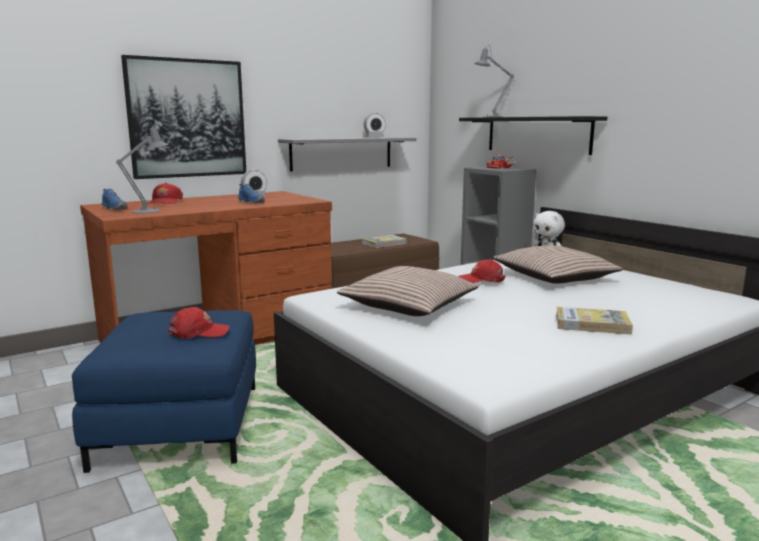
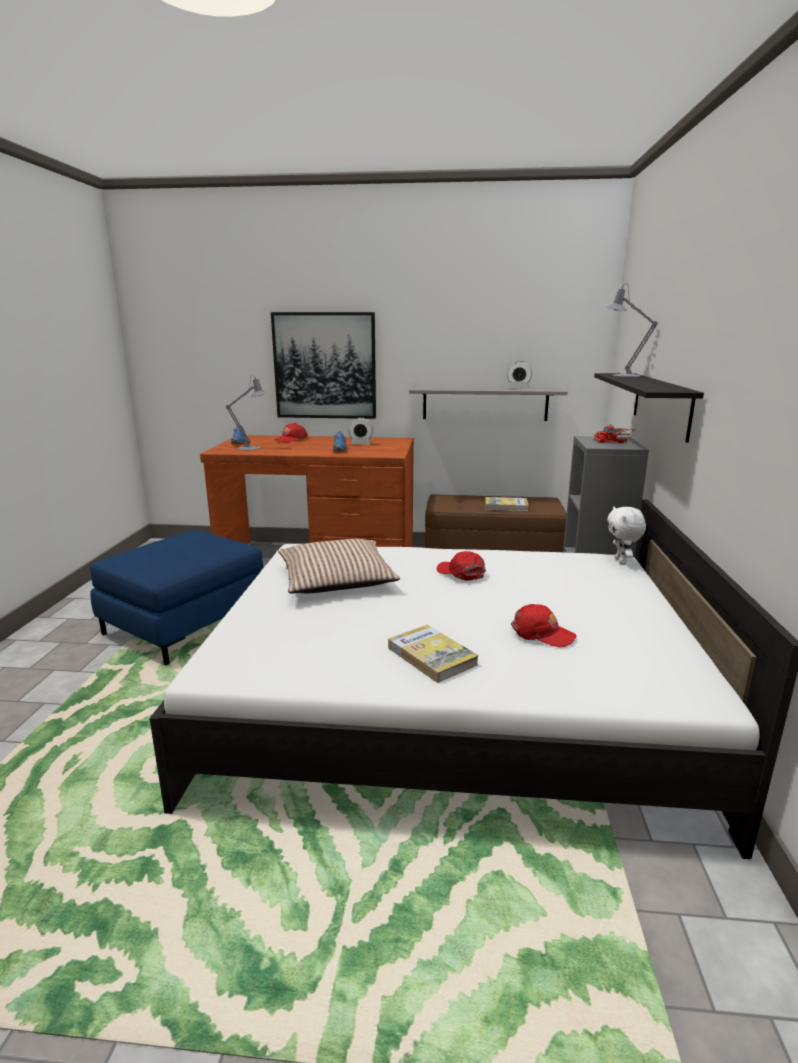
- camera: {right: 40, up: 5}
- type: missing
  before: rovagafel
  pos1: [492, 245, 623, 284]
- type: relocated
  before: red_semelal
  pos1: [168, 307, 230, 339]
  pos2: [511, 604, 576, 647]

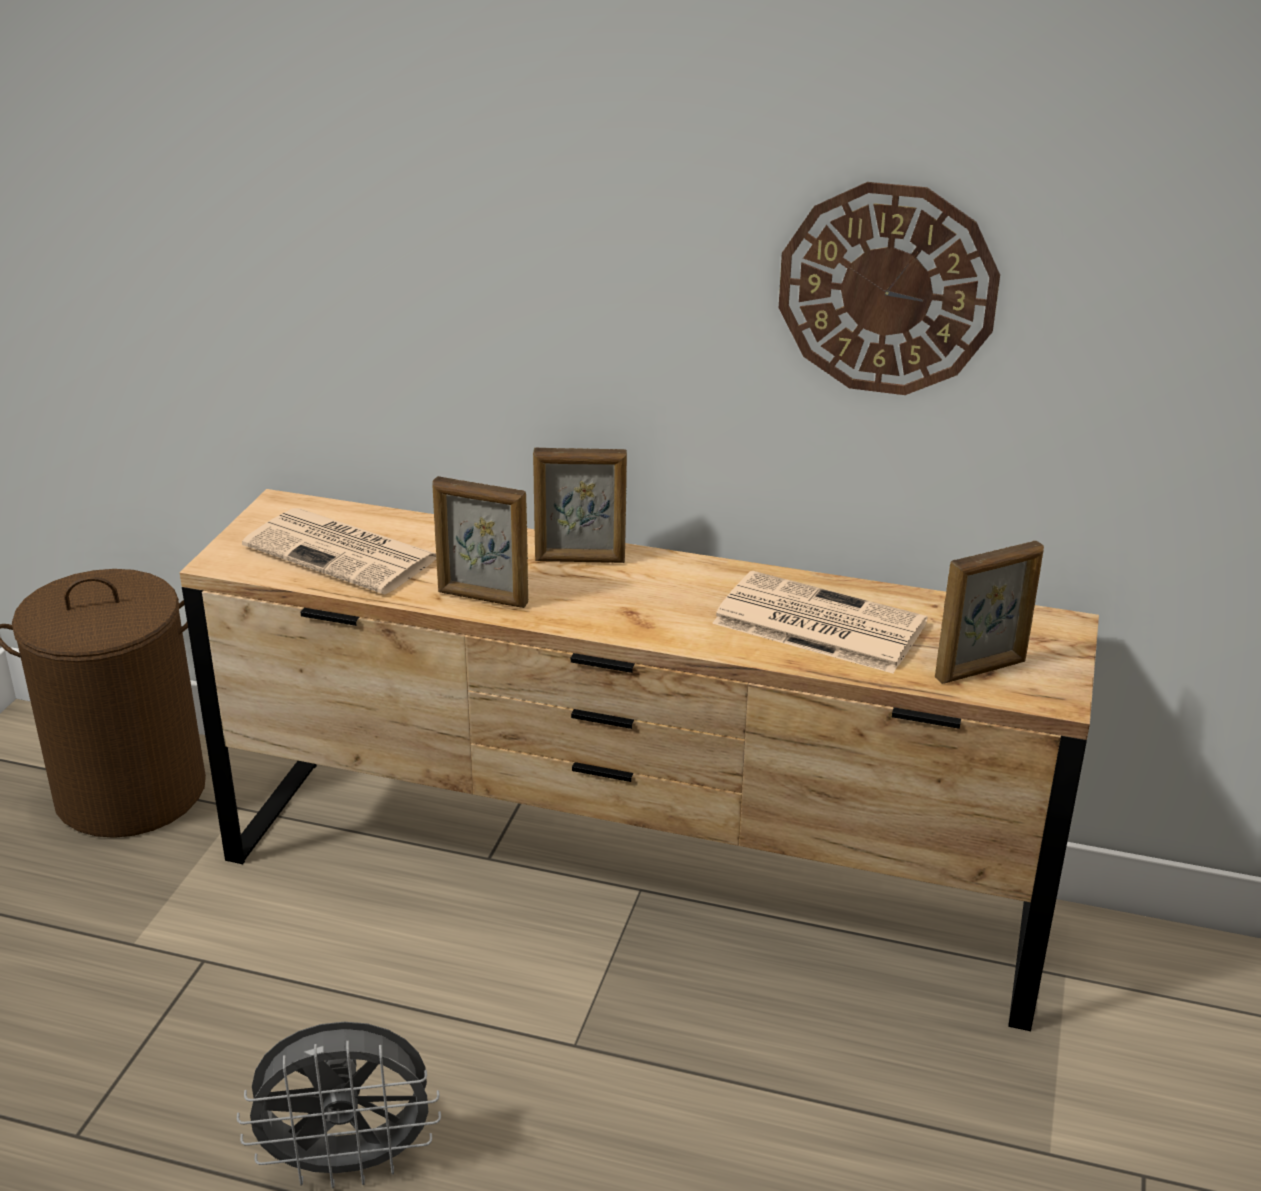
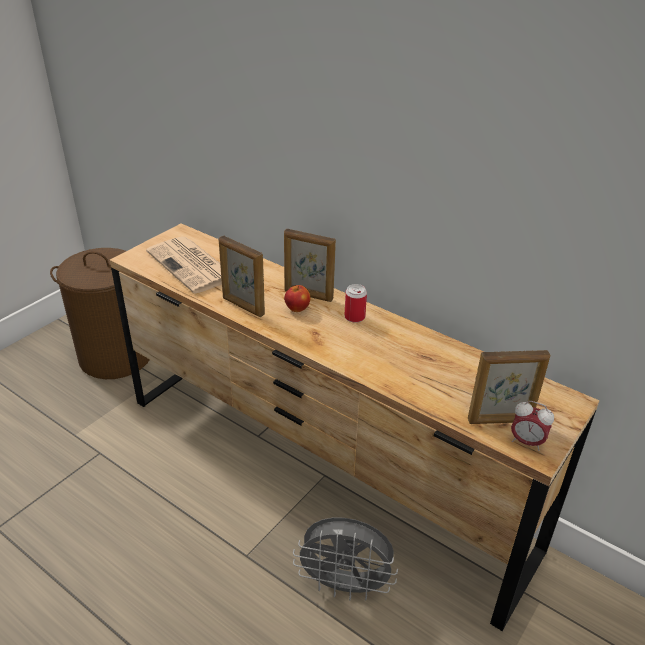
- camera: {right: 20, up: 5}
- type: missing
  before: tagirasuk
  pos1: [712, 571, 928, 674]
- type: missing
  before: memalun
  pos1: [779, 182, 1000, 395]
- type: appeared
  after: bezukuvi
  pos2: [284, 285, 310, 312]
- type: appeared
  after: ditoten
  pos2: [344, 284, 367, 323]
- type: appeared
  after: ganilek
  pos2: [511, 401, 554, 451]
- type: relocated
  before: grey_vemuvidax
  pos1: [237, 1022, 441, 1189]
  pos2: [293, 518, 398, 600]

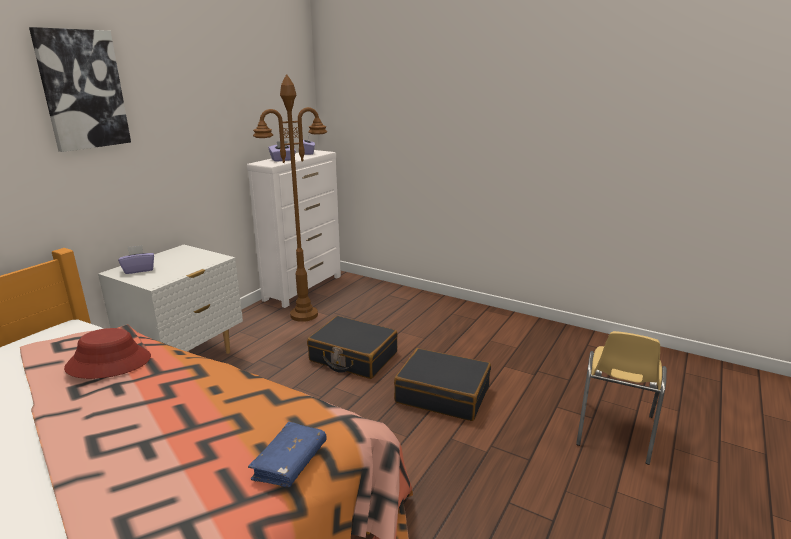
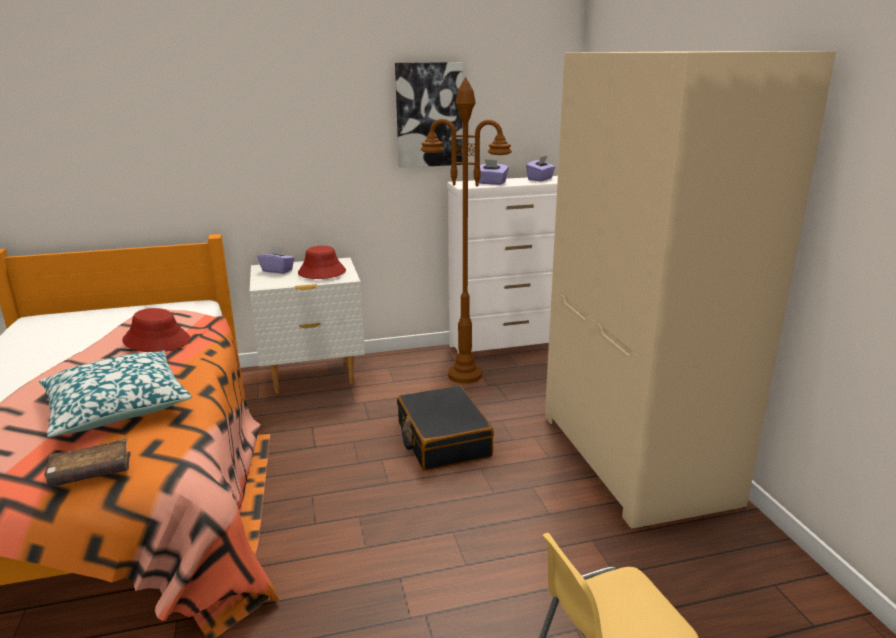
- camera: {right: 45, up: 0}
- type: missing
  before: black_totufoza
  pos1: [394, 348, 491, 421]
- type: appeared
  after: rovagafel
  pos2: [39, 351, 192, 437]
- type: appeared
  after: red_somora
  pos2: [298, 246, 346, 279]
- type: appeared
  after: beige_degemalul
  pos2: [545, 51, 836, 529]
- type: relocated
  before: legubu
  pos1: [29, 27, 131, 152]
  pos2: [395, 62, 463, 168]
- type: colour
  before: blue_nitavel
  after: brown_nitavel
  pos1: [248, 422, 327, 487]
  pos2: [44, 438, 131, 488]

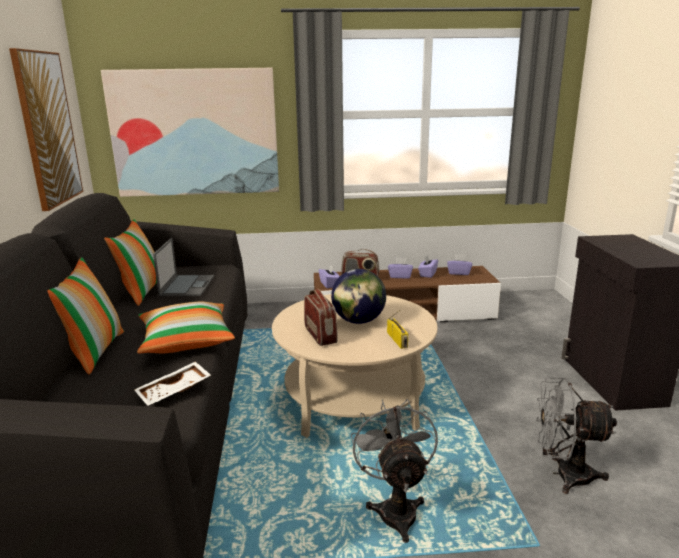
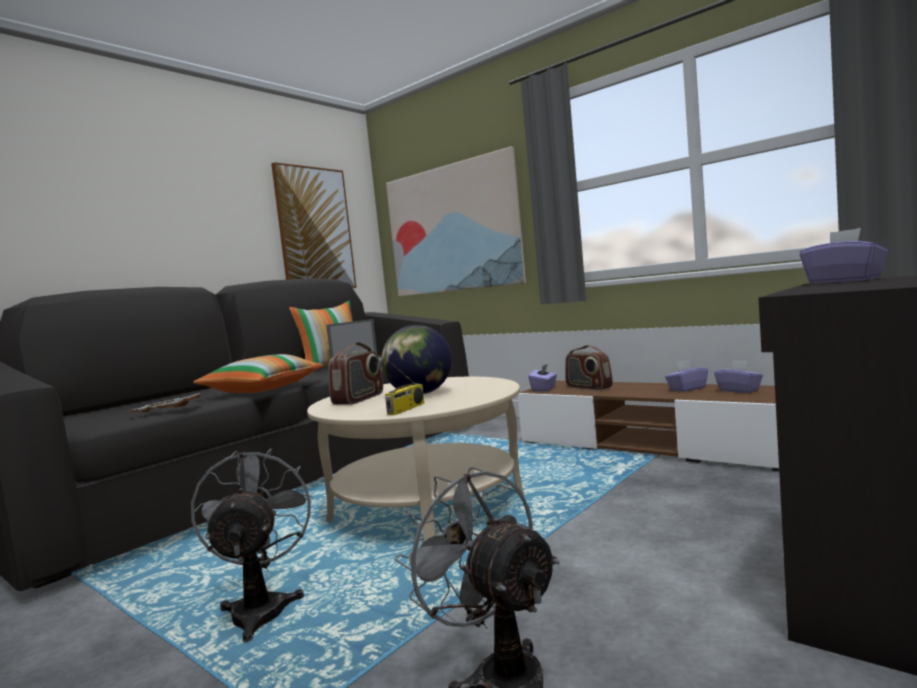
- camera: {right: 45, up: -15}
- type: missing
  before: rovagafel
  pos1: [47, 257, 124, 375]
- type: relocated
  before: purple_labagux
  pos1: [388, 257, 413, 279]
  pos2: [800, 228, 888, 284]
- type: spun
  before: grey_vemuvidax
  pos1: [351, 399, 438, 543]
  pos2: [191, 449, 313, 643]
  turn: -45

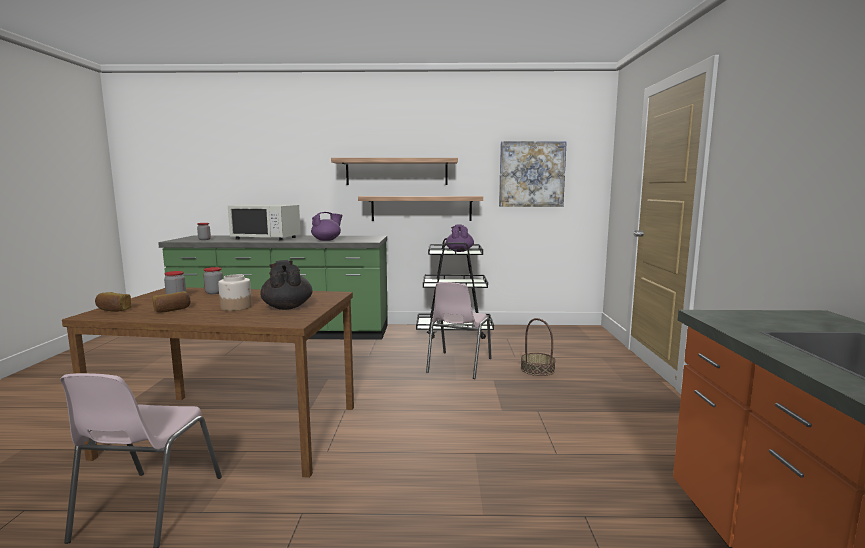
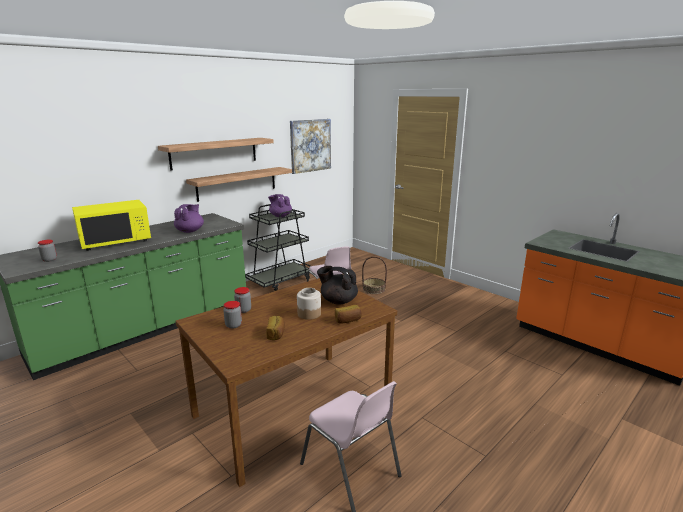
- camera: {right: -45, up: 10}
- type: relocated
  before: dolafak
  pos1: [95, 292, 131, 312]
  pos2: [335, 305, 362, 324]
- type: colour
  before: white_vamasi
  after: yellow_vamasi
  pos1: [228, 205, 301, 241]
  pos2: [72, 200, 151, 251]

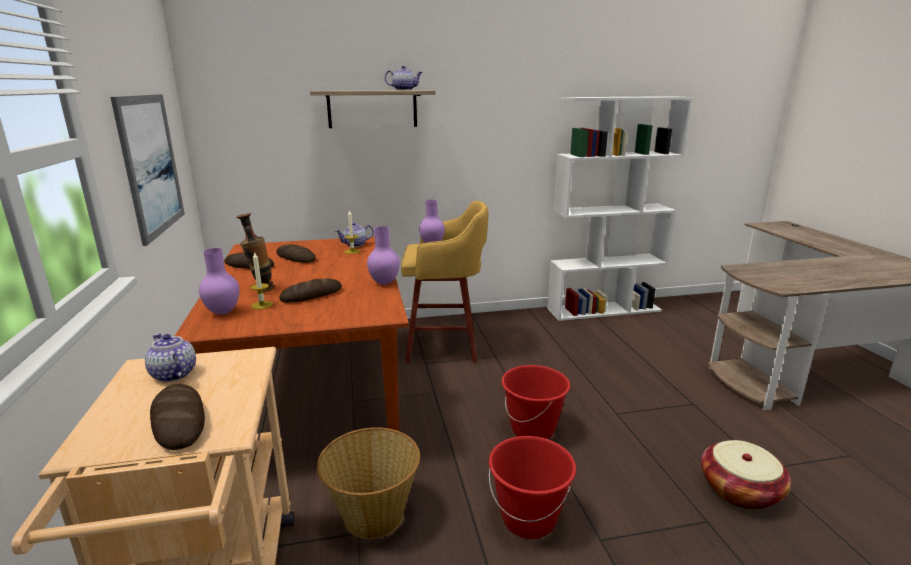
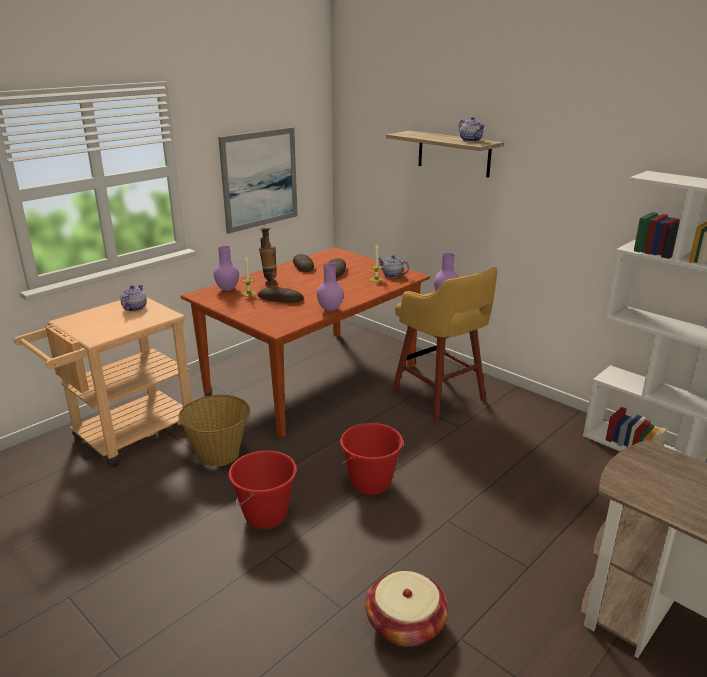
- camera: {right: 55, up: 5}
- type: missing
  before: dolafak
  pos1: [150, 384, 205, 450]

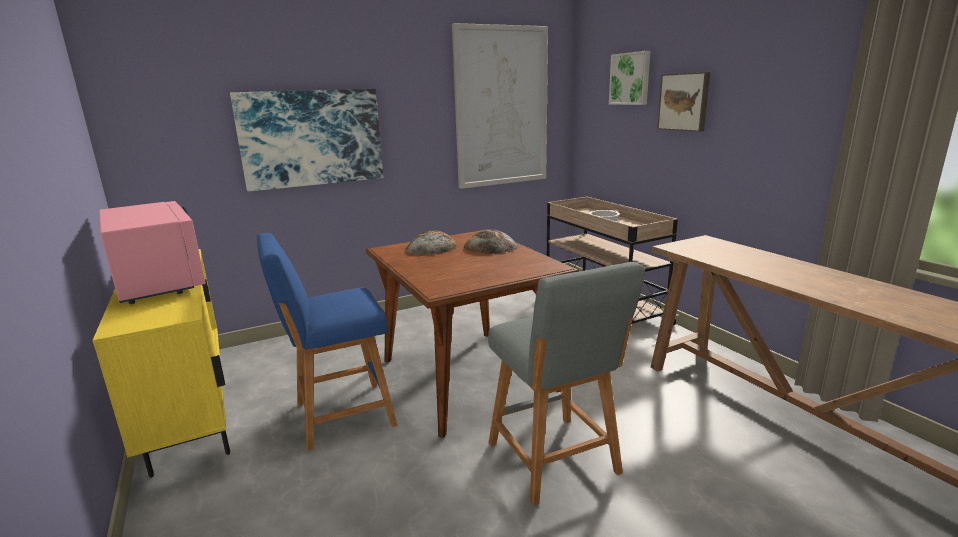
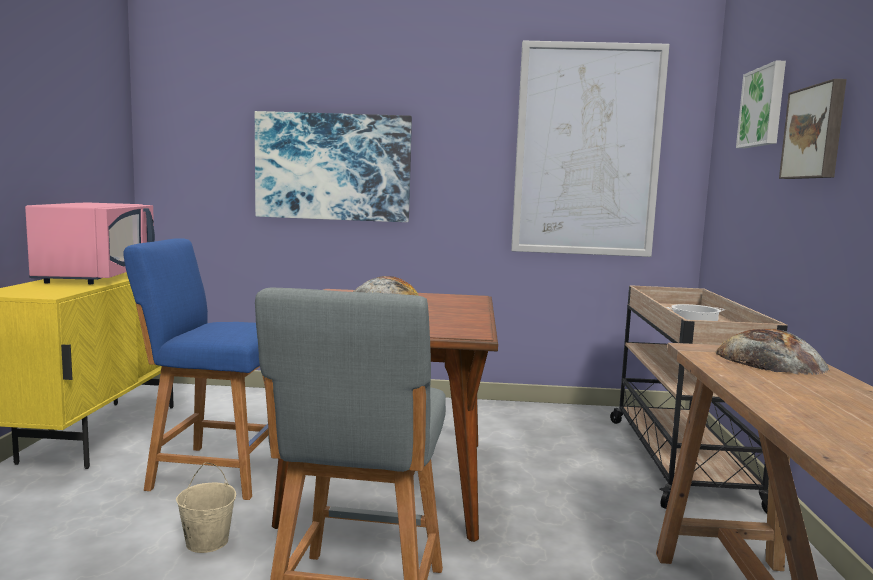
- camera: {right: 30, up: -10}
- type: appeared
  after: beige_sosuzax
  pos2: [176, 462, 236, 553]
- type: relocated
  before: dolafak
  pos1: [464, 229, 518, 254]
  pos2: [716, 329, 829, 375]

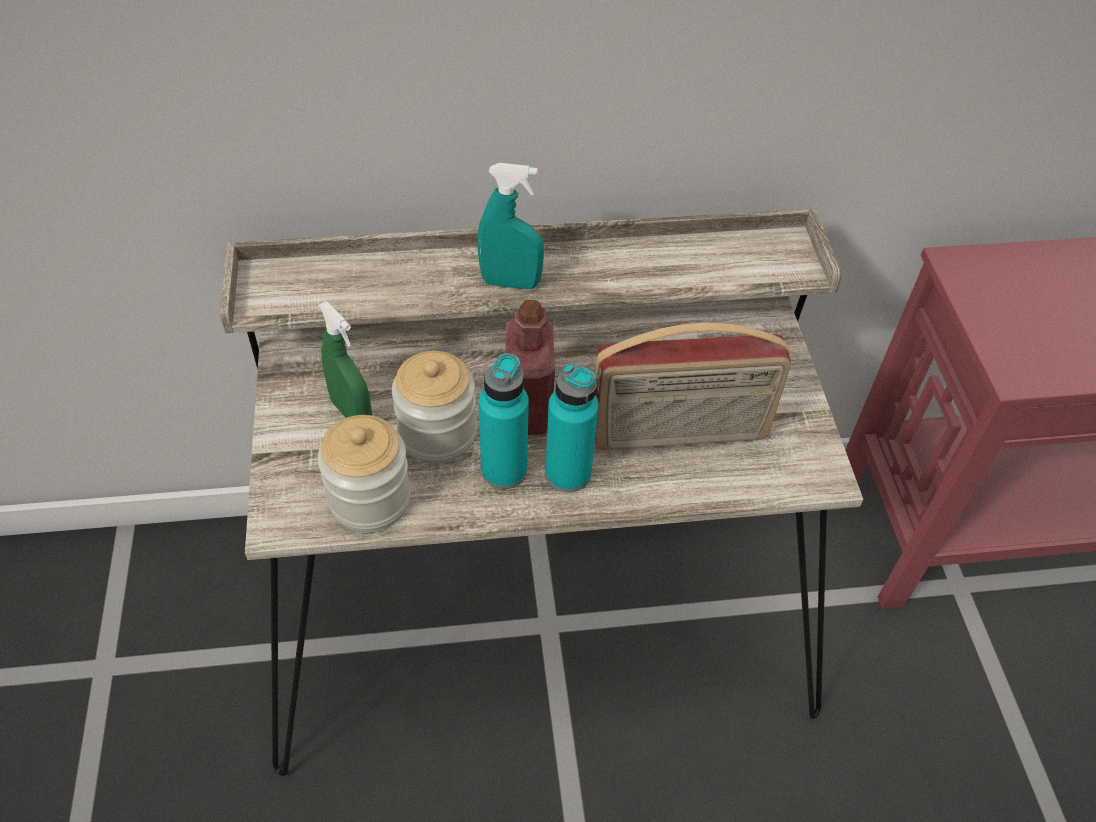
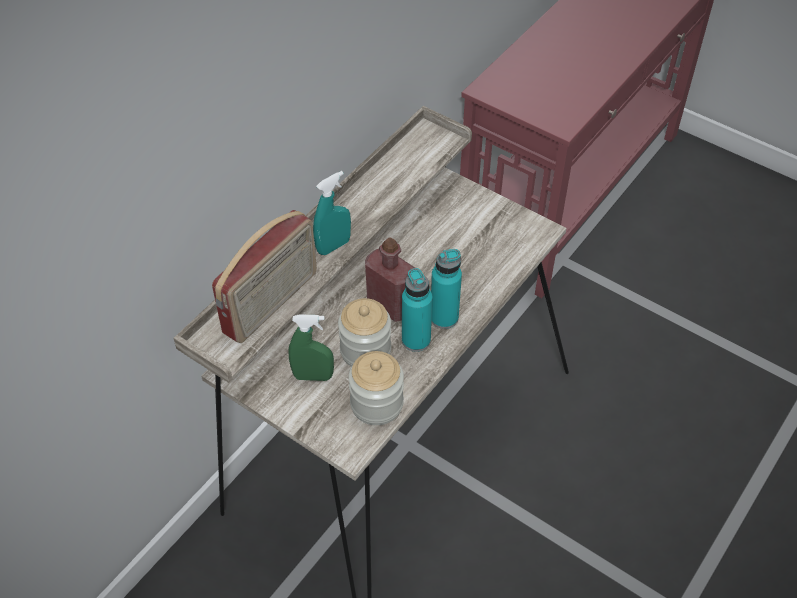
- camera: {right: -45, up: 0}
- type: relocated
  before: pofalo
  pos1: [594, 323, 791, 450]
  pos2: [212, 210, 317, 343]

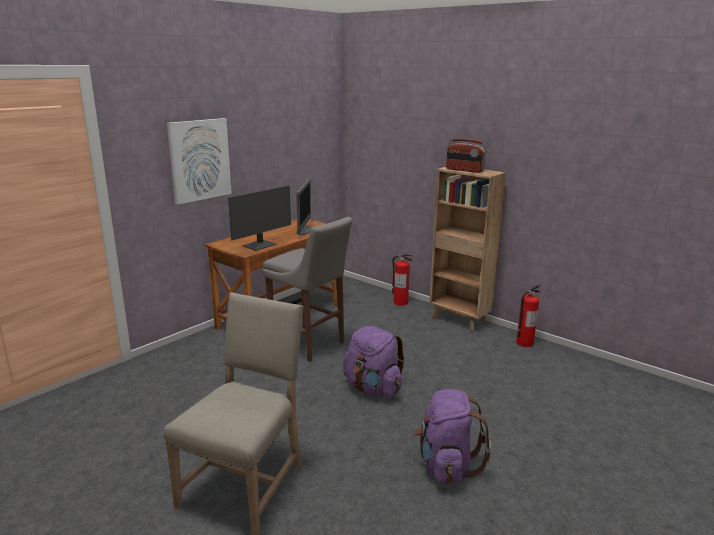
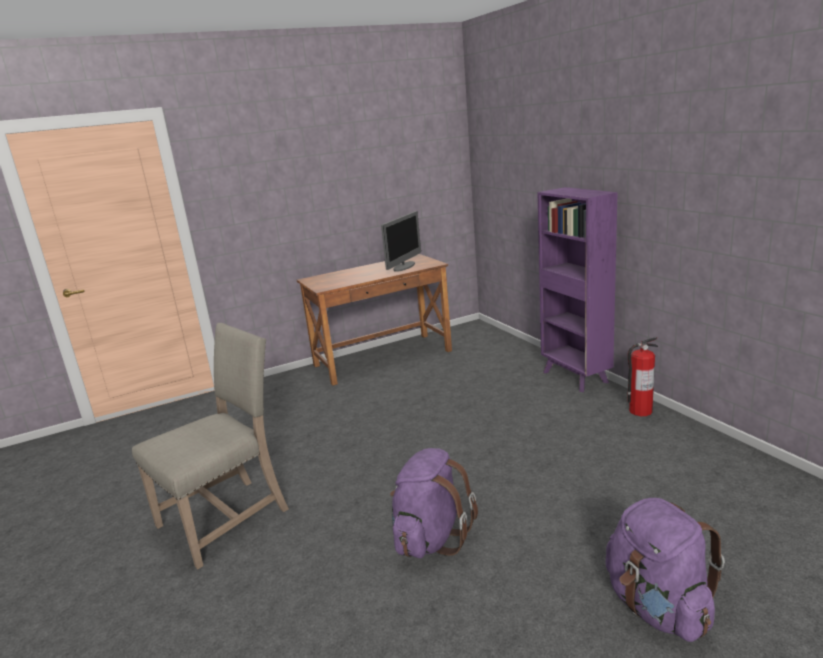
- camera: {right: 25, up: 0}
- type: missing
  before: legubu
  pos1: [167, 118, 232, 205]
- type: missing
  before: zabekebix
  pos1: [228, 185, 291, 251]
- type: missing
  before: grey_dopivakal
  pos1: [263, 217, 352, 362]
- type: missing
  before: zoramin
  pos1: [392, 254, 412, 306]
- type: missing
  before: pofalo
  pos1: [446, 139, 486, 173]
- type: relocated
  before: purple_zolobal
  pos1: [343, 326, 405, 397]
  pos2: [605, 498, 725, 642]
- type: colour
  before: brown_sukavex
  after: purple_sukavex
  pos1: [429, 167, 506, 332]
  pos2: [538, 187, 617, 392]

